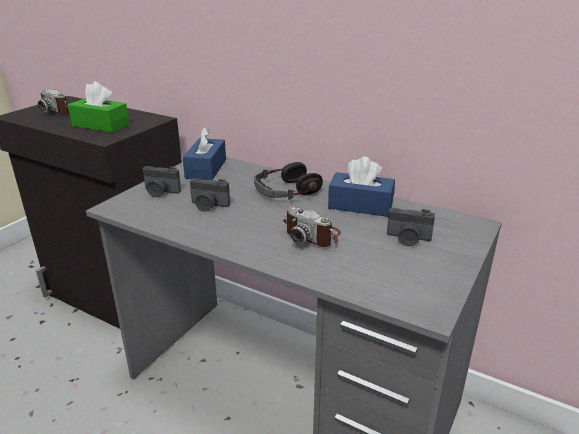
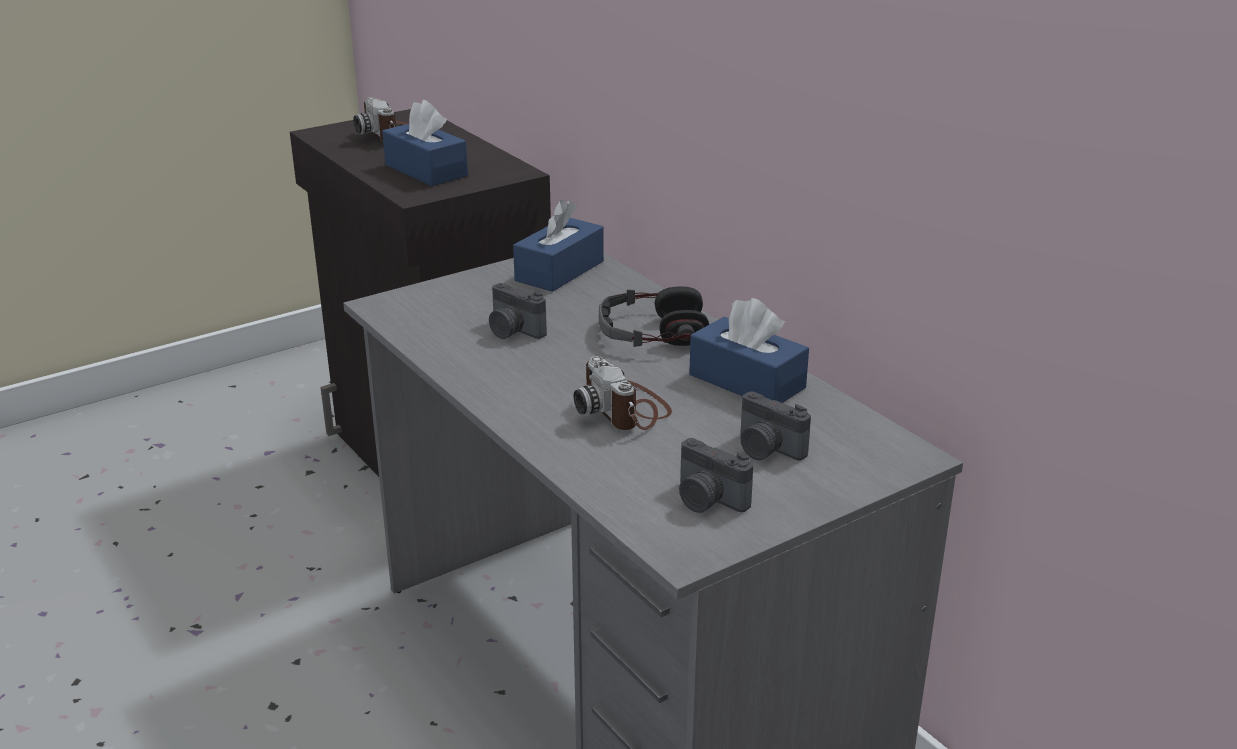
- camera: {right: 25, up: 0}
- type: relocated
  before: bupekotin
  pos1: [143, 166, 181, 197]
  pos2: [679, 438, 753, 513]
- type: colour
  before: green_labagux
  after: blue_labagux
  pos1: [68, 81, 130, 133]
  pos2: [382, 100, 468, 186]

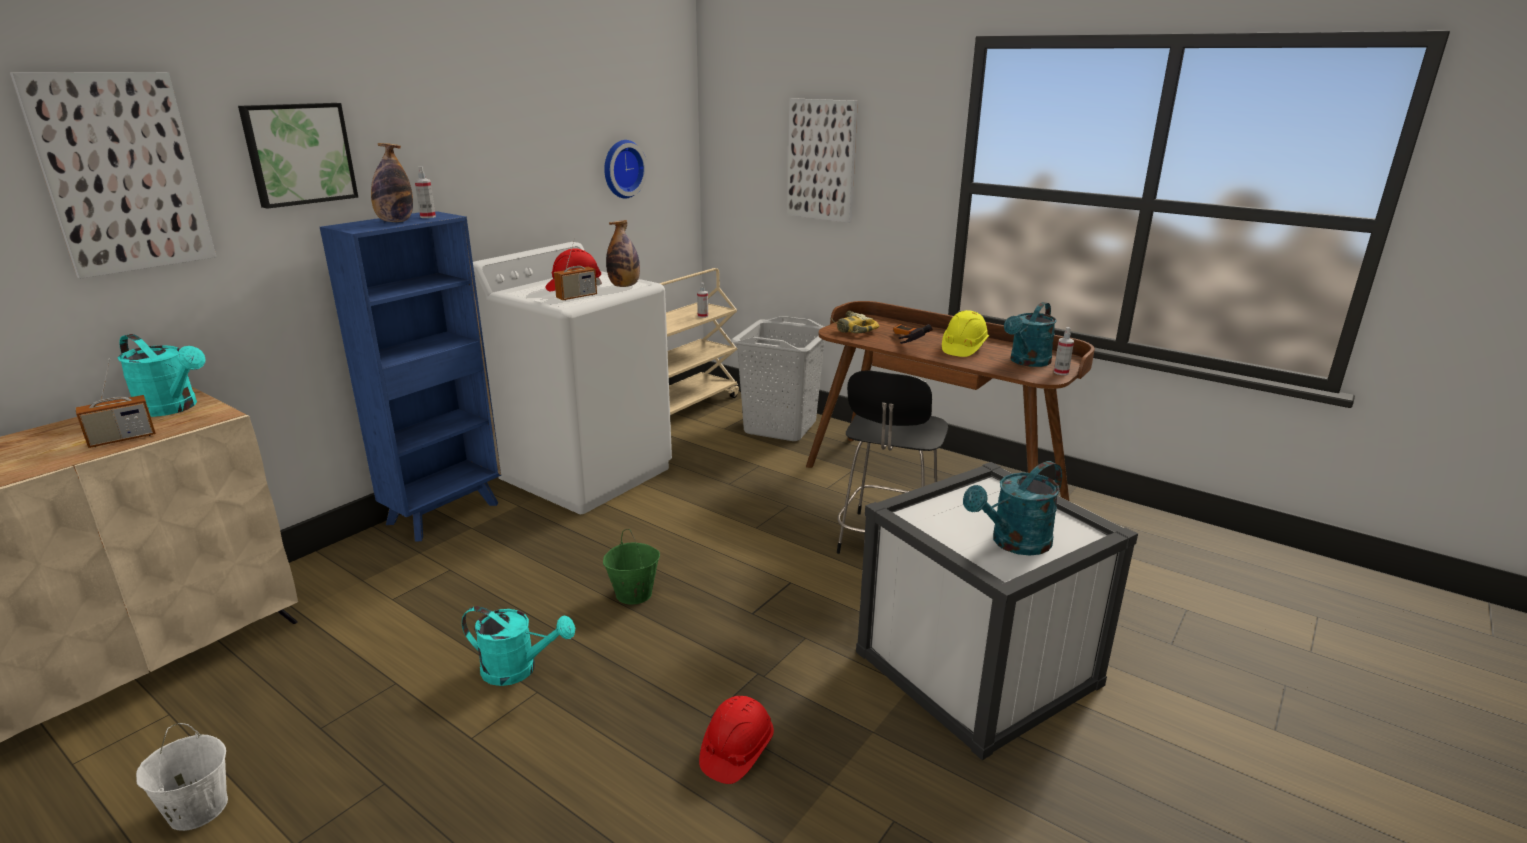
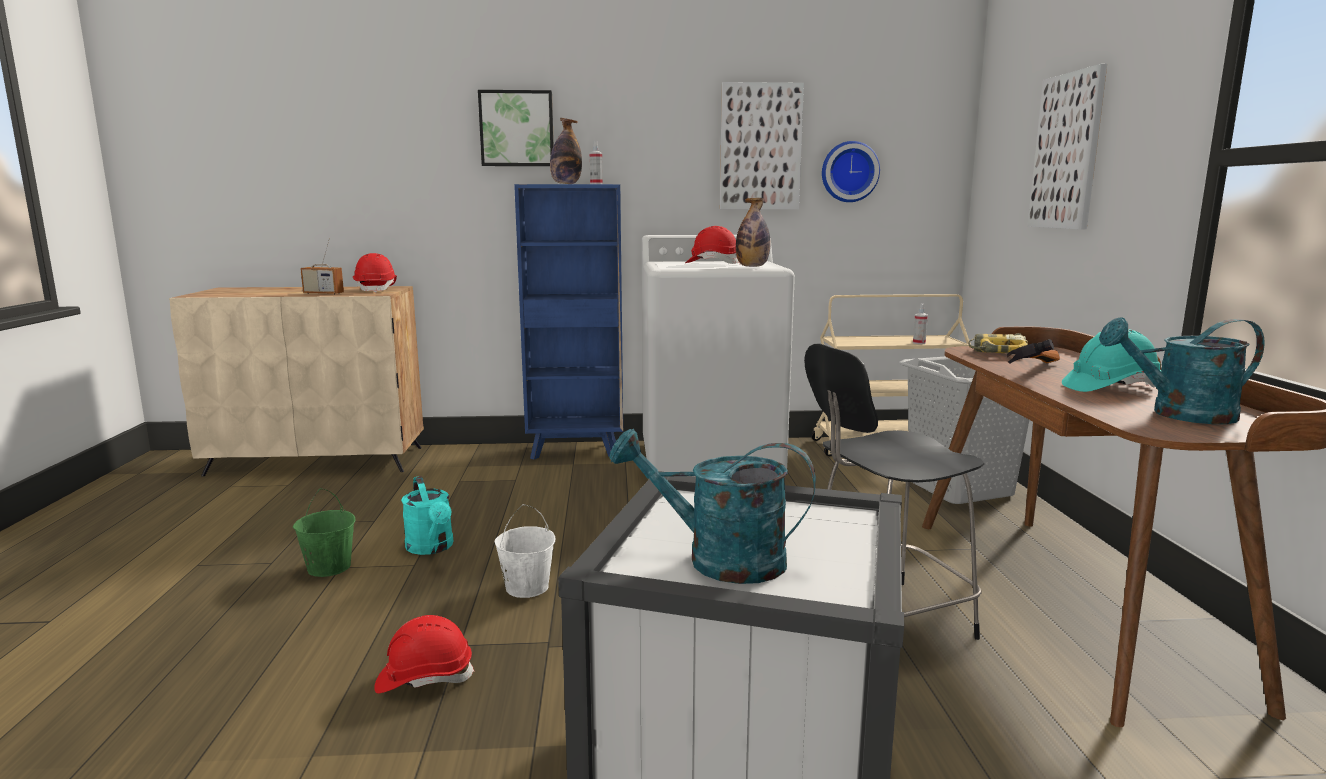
- camera: {right: 50, up: -10}
- type: missing
  before: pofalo
  pos1: [554, 238, 597, 301]
- type: missing
  before: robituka
  pos1: [1054, 327, 1074, 375]
- type: relocated
  before: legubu
  pos1: [10, 72, 216, 279]
  pos2: [720, 82, 804, 209]
- type: relocated
  before: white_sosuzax
  pos1: [136, 723, 228, 831]
  pos2: [495, 504, 555, 598]
- type: relocated
  before: green_sosuzax
  pos1: [603, 529, 660, 605]
  pos2: [293, 488, 355, 577]
- type: exchanged
  before: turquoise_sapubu
  after: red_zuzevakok
  pos1: [118, 334, 205, 417]
  pos2: [353, 253, 397, 293]
- type: colour
  before: yellow_zuzevakok
  after: turquoise_zuzevakok
  pos1: [942, 310, 989, 357]
  pos2: [1062, 329, 1161, 392]

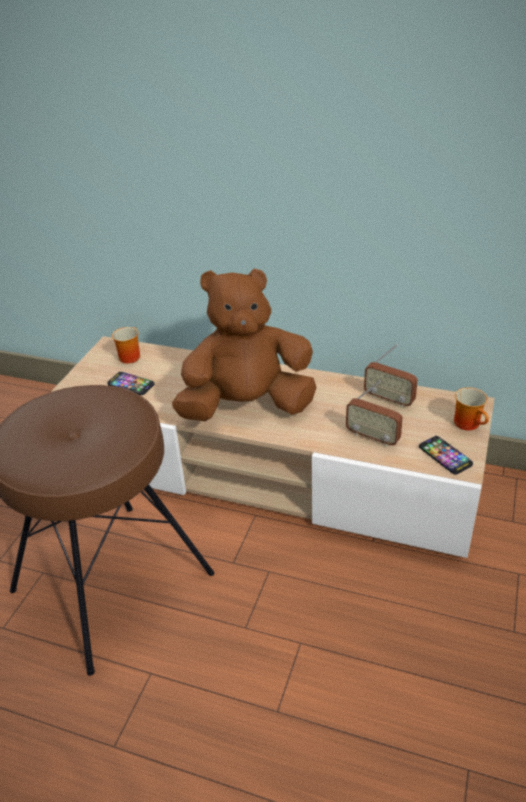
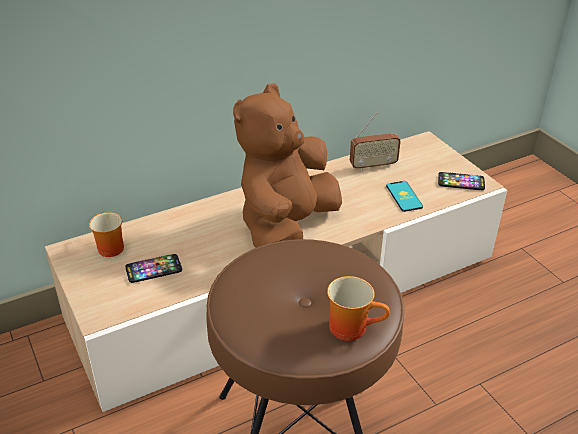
- camera: {right: -50, up: 0}
- type: relocated
  before: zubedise
  pos1: [454, 387, 489, 430]
  pos2: [327, 276, 390, 341]
- type: exchanged
  before: pofalo
  after: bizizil
  pos1: [346, 380, 403, 447]
  pos2: [386, 181, 423, 212]

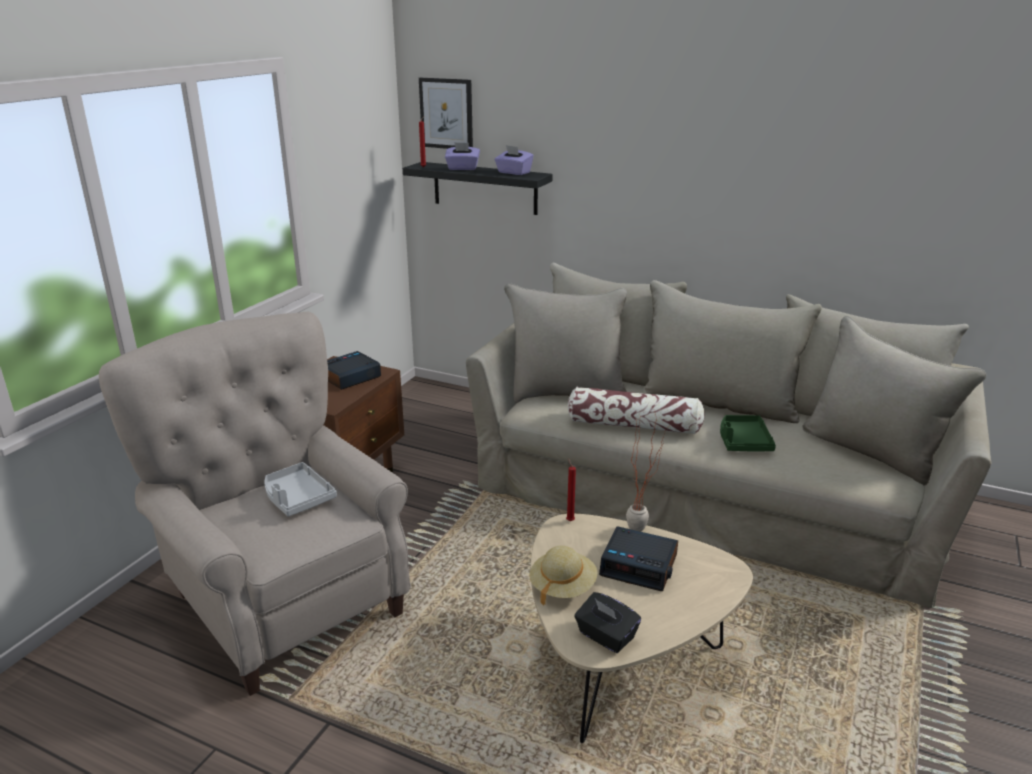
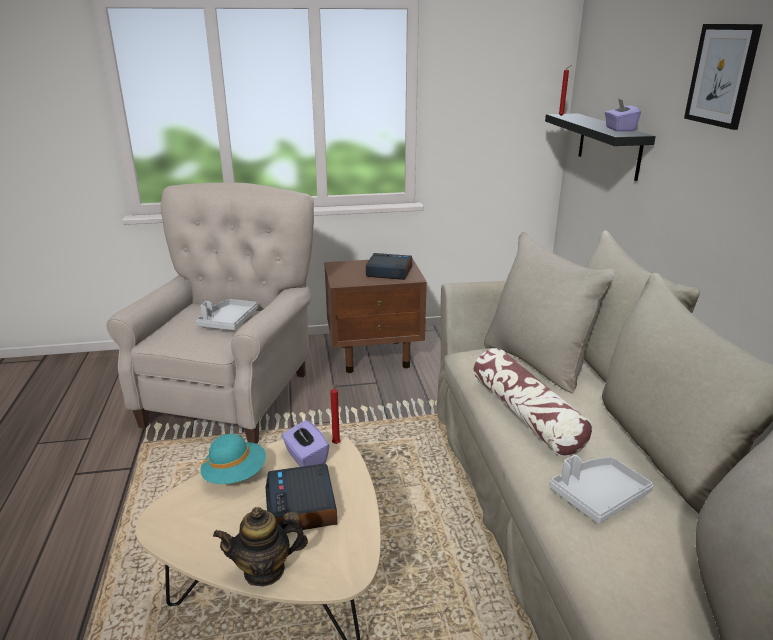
- camera: {right: 55, up: 0}
- type: missing
  before: black_labagux
  pos1: [574, 592, 641, 653]
- type: missing
  before: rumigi
  pos1: [626, 407, 671, 532]
- type: appeared
  after: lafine
  pos2: [213, 507, 308, 587]
- type: relocated
  before: legubu
  pos1: [419, 78, 473, 149]
  pos2: [684, 24, 763, 130]
- type: relocated
  before: purple_labagux
  pos1: [445, 142, 480, 170]
  pos2: [281, 420, 329, 467]
- type: colour
  before: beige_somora
  after: turquoise_somora
  pos1: [529, 546, 597, 605]
  pos2: [201, 434, 266, 484]
- type: colour
  before: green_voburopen
  after: grey_voburopen
  pos1: [720, 415, 776, 451]
  pos2: [549, 455, 653, 524]

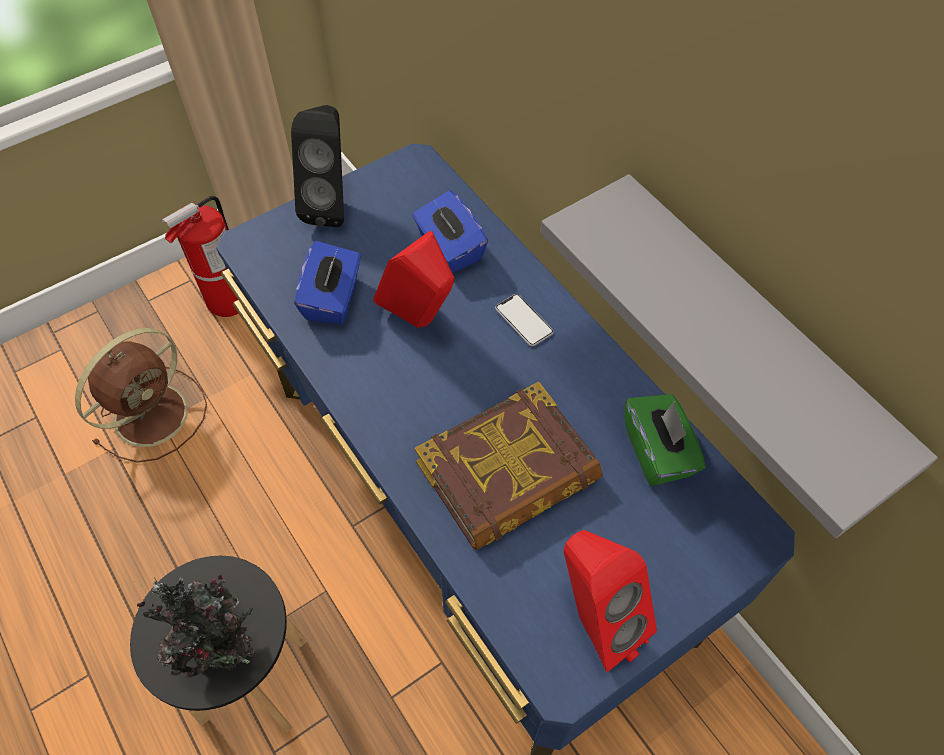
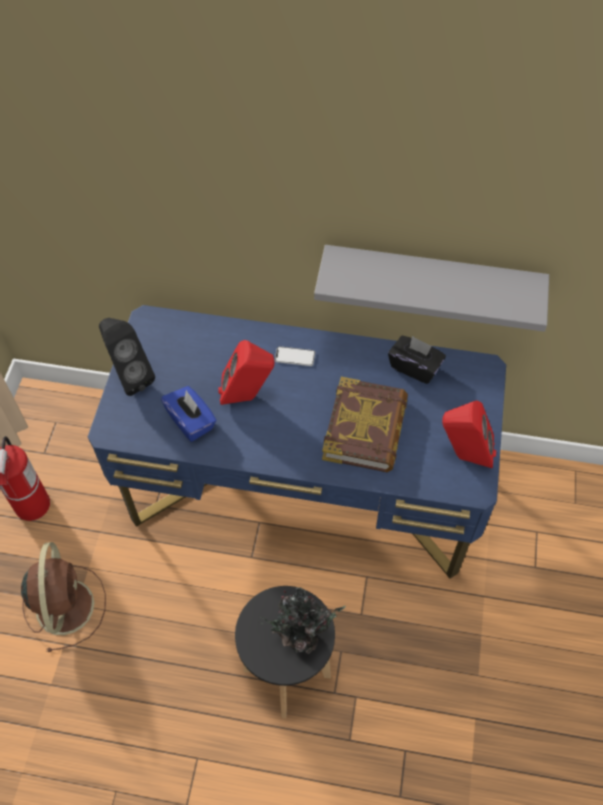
- camera: {right: -45, up: 0}
- type: missing
  before: blue_labagux
  pos1: [412, 191, 488, 273]
- type: colour
  before: green_labagux
  after: black_labagux
  pos1: [625, 394, 706, 486]
  pos2: [388, 336, 446, 384]

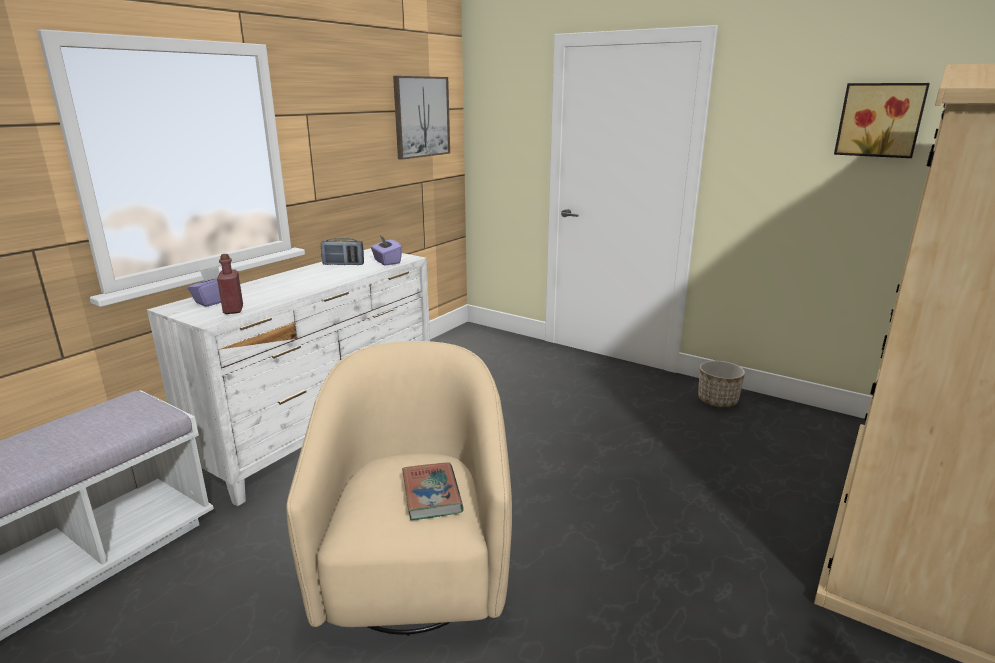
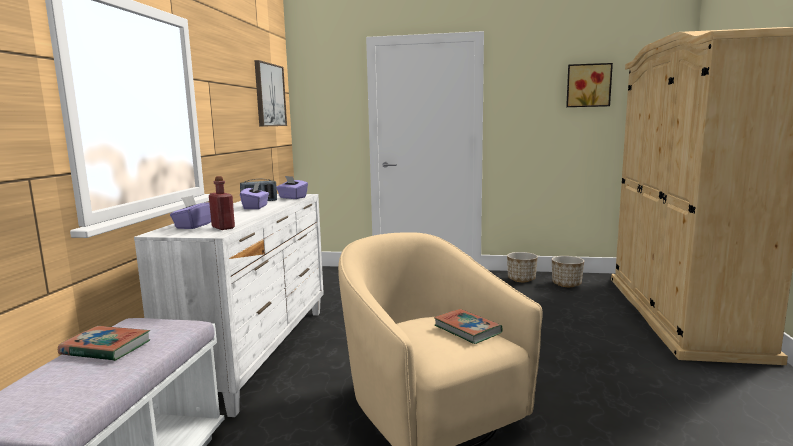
- camera: {right: -25, up: -10}
- type: appeared
  after: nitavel
  pos2: [58, 326, 150, 361]
- type: appeared
  after: purple_labagux
  pos2: [240, 182, 269, 209]
- type: appeared
  after: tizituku
  pos2: [552, 256, 584, 287]

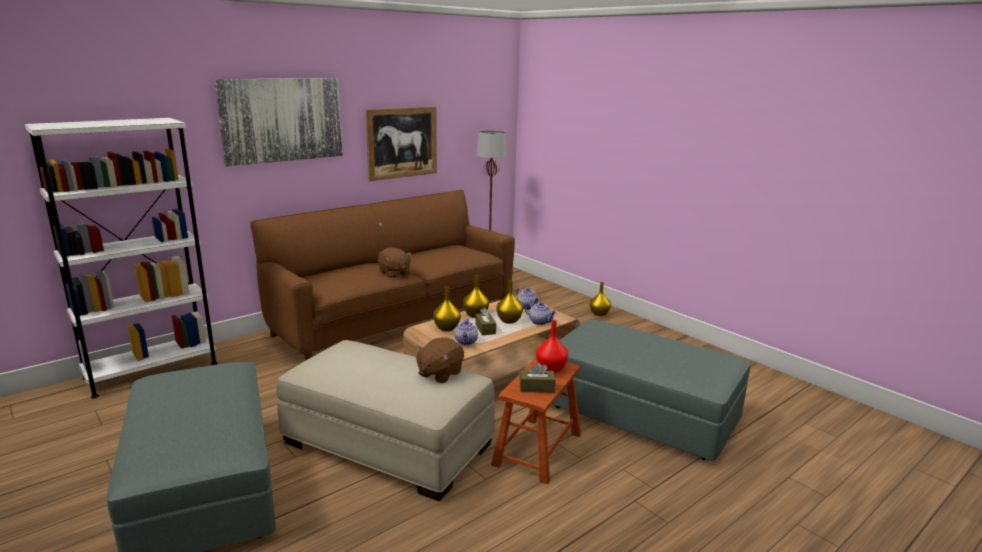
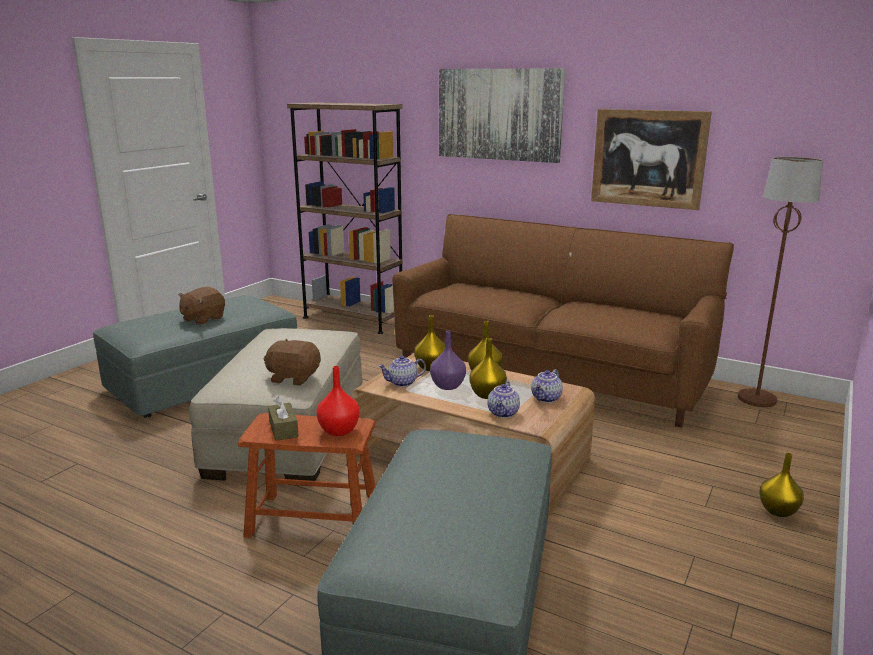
- camera: {right: 70, up: 0}
- type: relocated
  before: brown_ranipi
  pos1: [378, 247, 412, 278]
  pos2: [179, 287, 225, 325]
- type: exchanged
  before: brown_labagux
  after: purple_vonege
  pos1: [475, 308, 496, 335]
  pos2: [430, 331, 466, 390]
- type: colour
  before: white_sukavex
  after: brown_sukavex
  pos1: [25, 118, 218, 399]
  pos2: [287, 102, 403, 334]

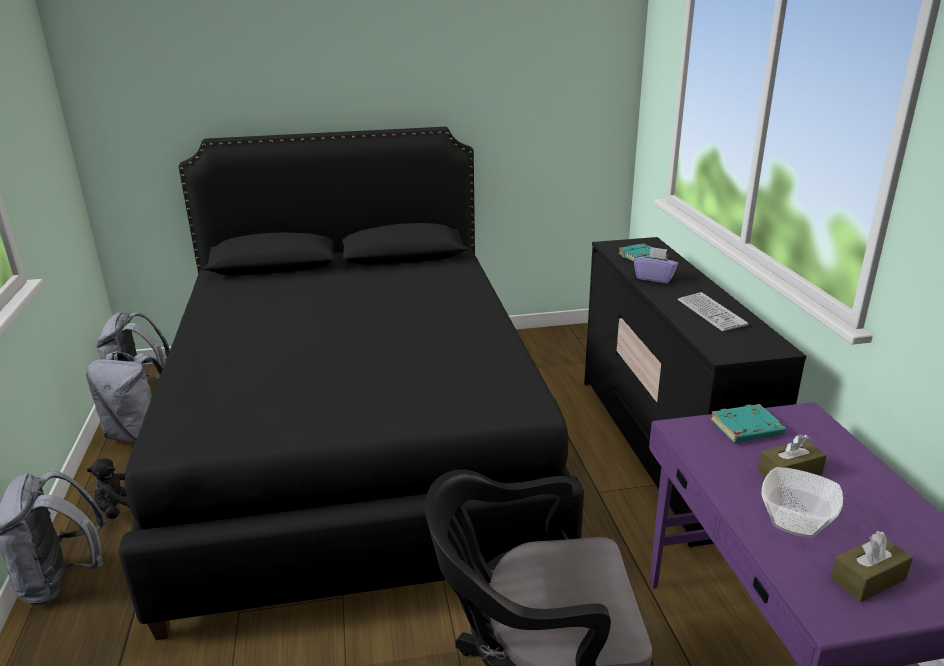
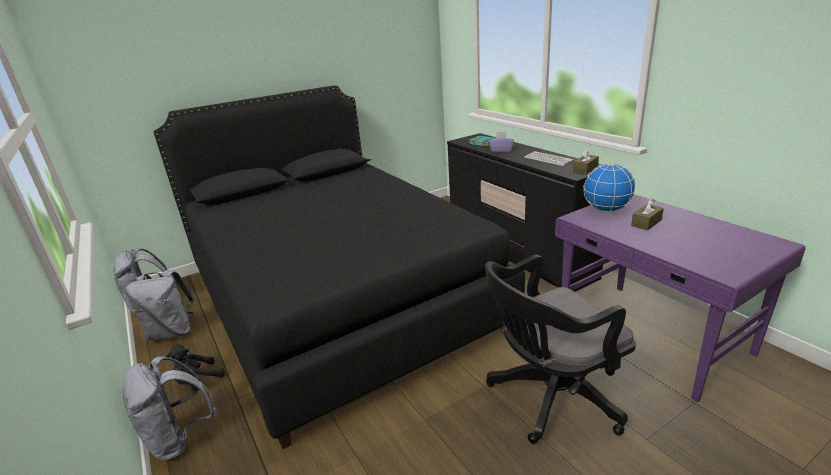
- camera: {right: -20, up: 0}
- type: missing
  before: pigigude
  pos1: [762, 467, 843, 538]
- type: relocated
  before: brown_labagux
  pos1: [830, 531, 913, 602]
  pos2: [573, 147, 599, 175]
- type: exchanged
  before: turquoise_nitavel
  after: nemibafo
  pos1: [711, 404, 786, 443]
  pos2: [583, 163, 636, 212]

